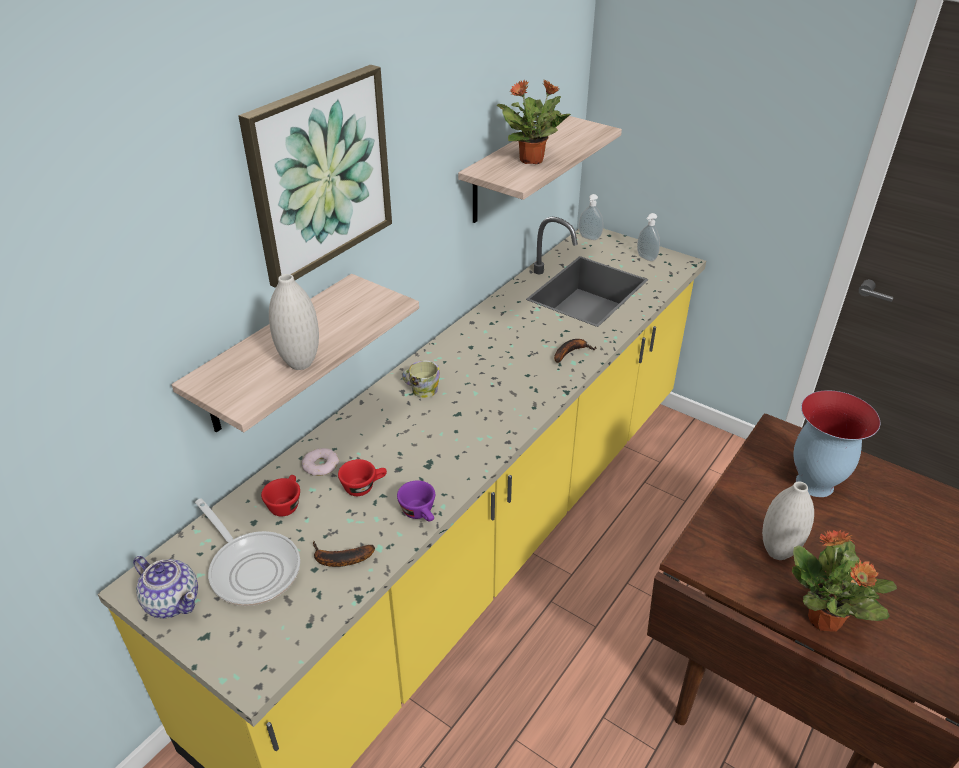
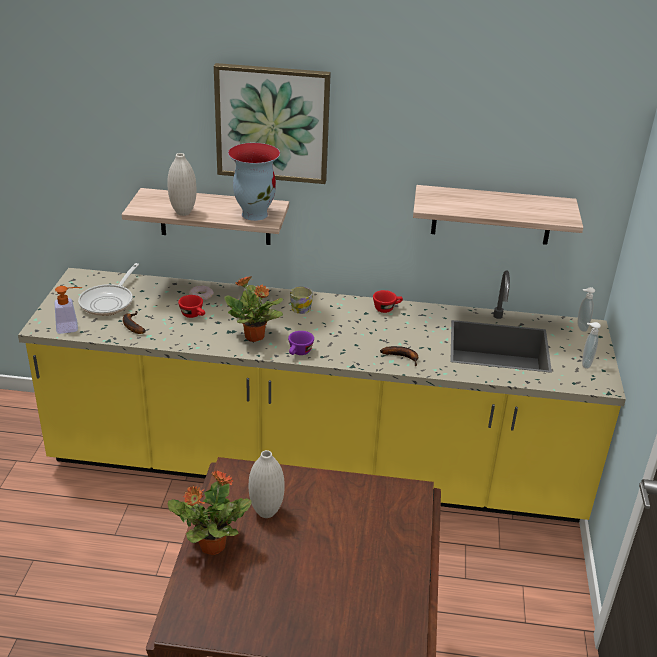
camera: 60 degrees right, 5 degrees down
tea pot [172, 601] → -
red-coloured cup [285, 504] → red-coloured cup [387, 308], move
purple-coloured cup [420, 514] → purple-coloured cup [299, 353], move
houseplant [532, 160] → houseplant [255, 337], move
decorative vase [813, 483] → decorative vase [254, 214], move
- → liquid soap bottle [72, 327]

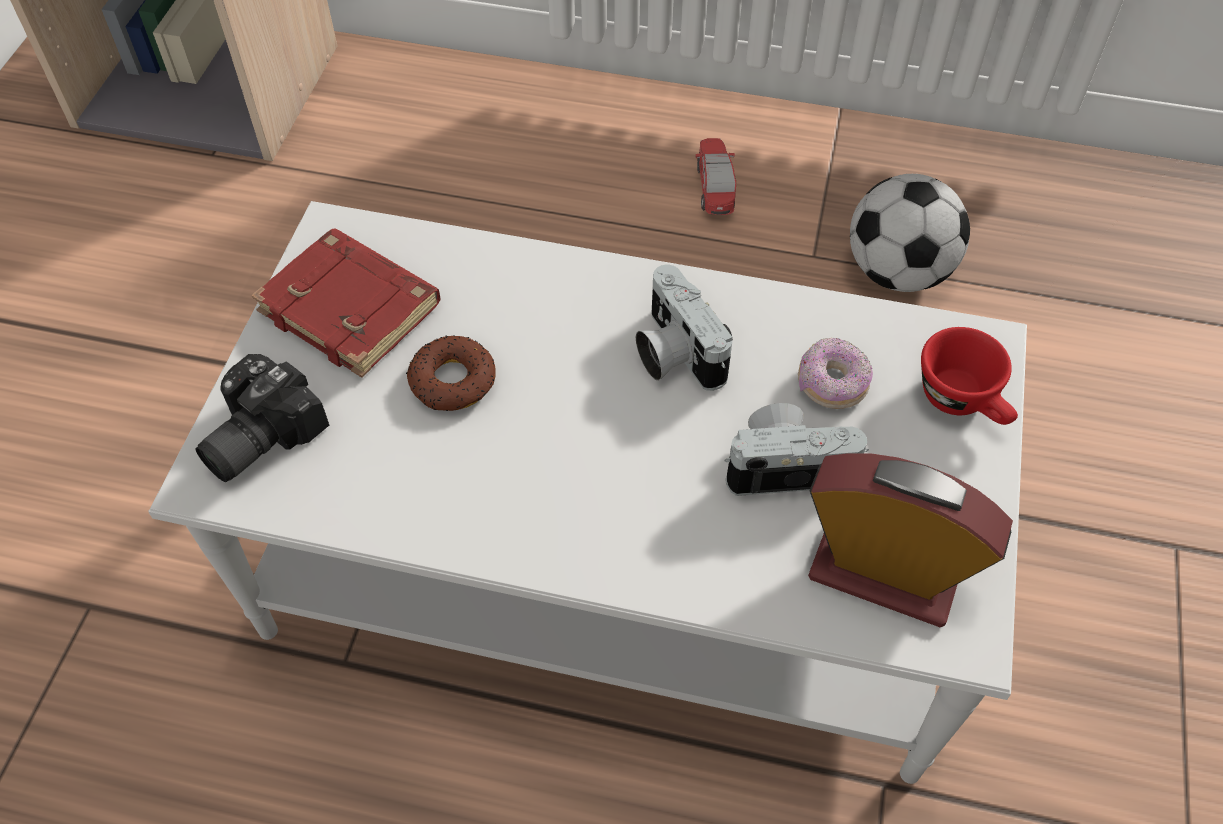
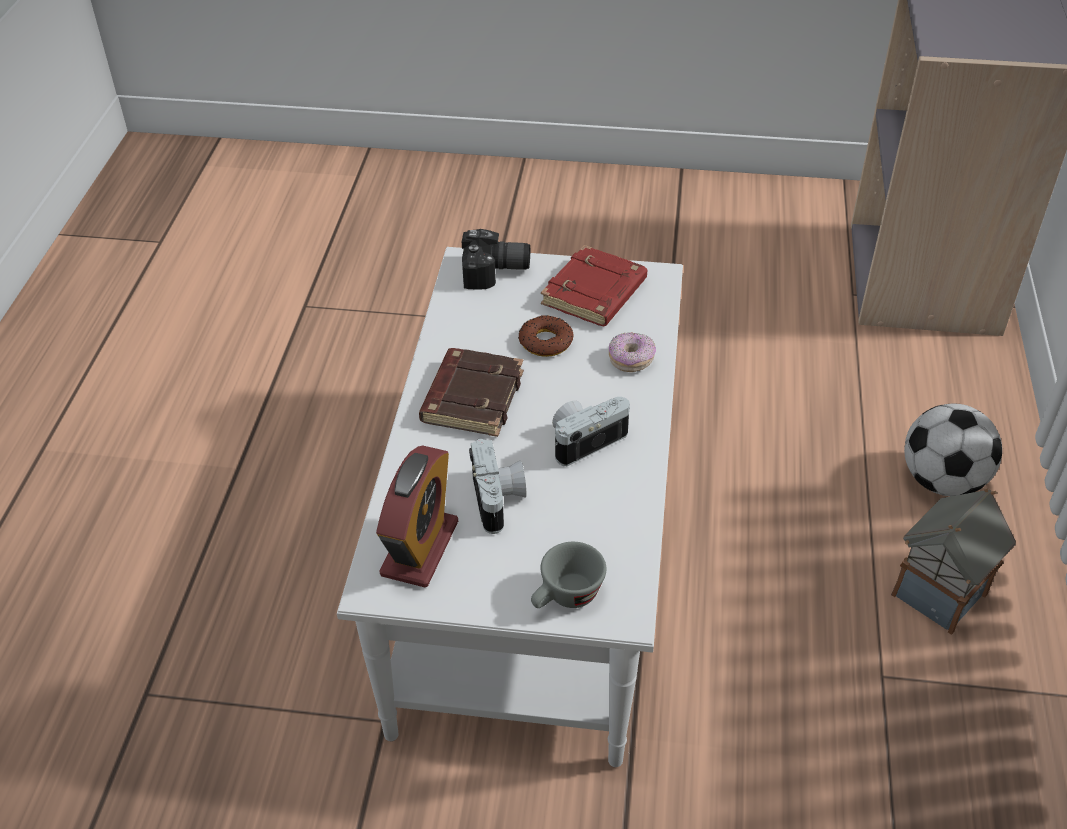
camera: 85 degrees right, 10 degrees down
photo camera [256, 436] → photo camera [496, 273], 150 degrees clockwise
model car [714, 189] → miniature house [938, 597]
doughnut [831, 384] → doughnut [631, 360], move
ball for football [897, 272] → ball for football [942, 481], move
red-coloured cup [964, 402] → grey cup [566, 598]
- → brown-coloured book [471, 397]

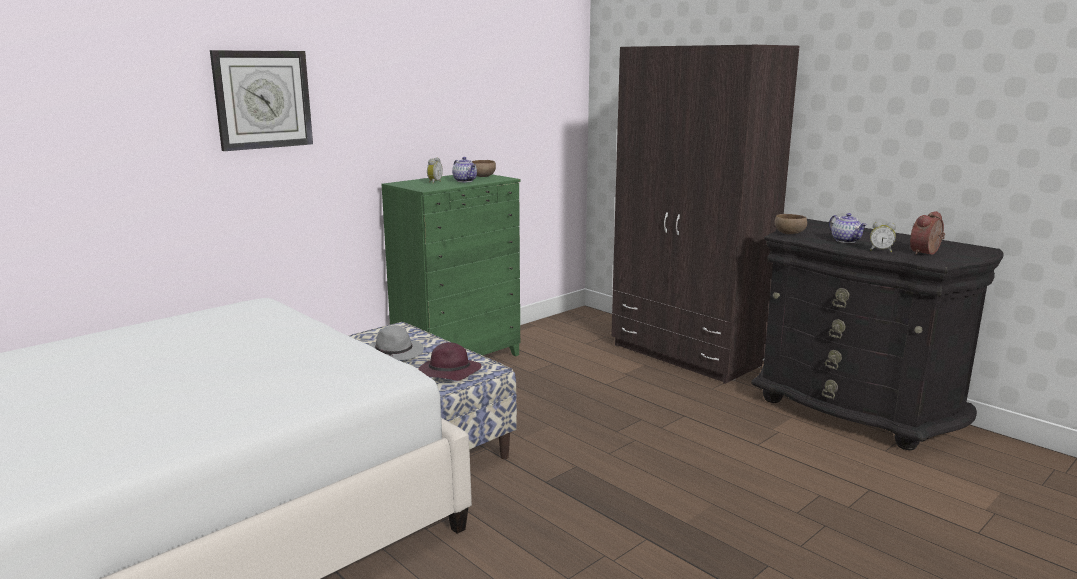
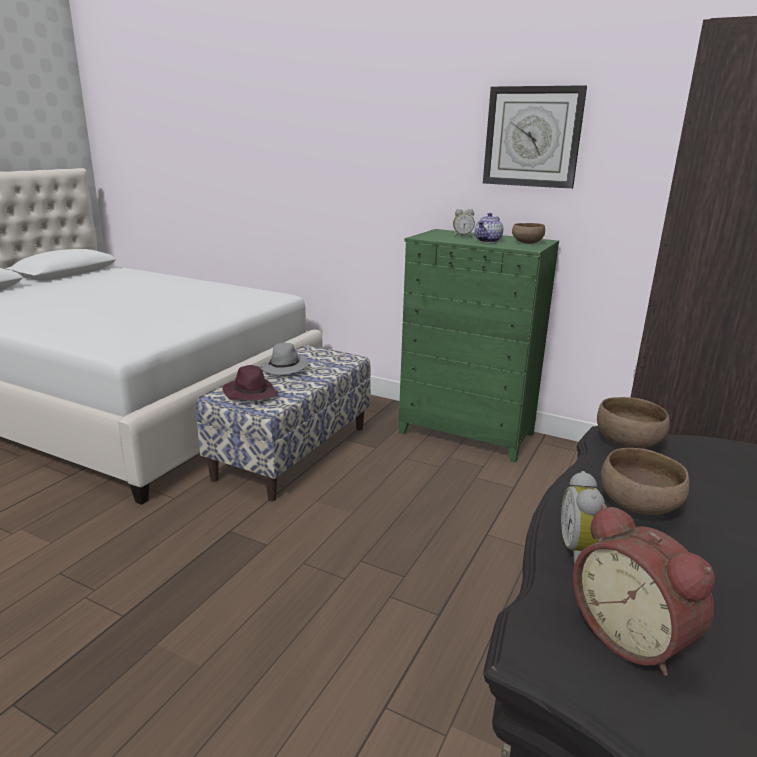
camera: 70 degrees right, 5 degrees up
wall clock [263, 99] → wall clock [532, 137], move
tea pot [846, 241] → brown-coloured deep dish [640, 506]
bedside clock [926, 253] → bedside clock [633, 636], 150 degrees counterclockwise

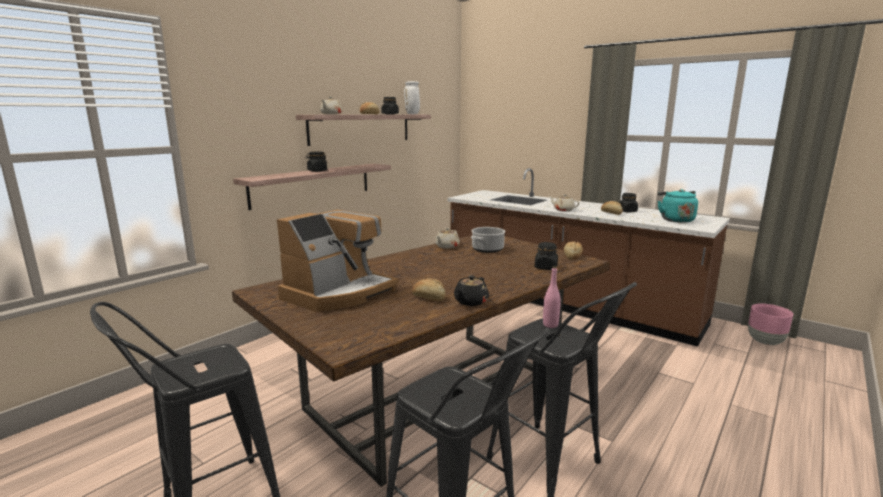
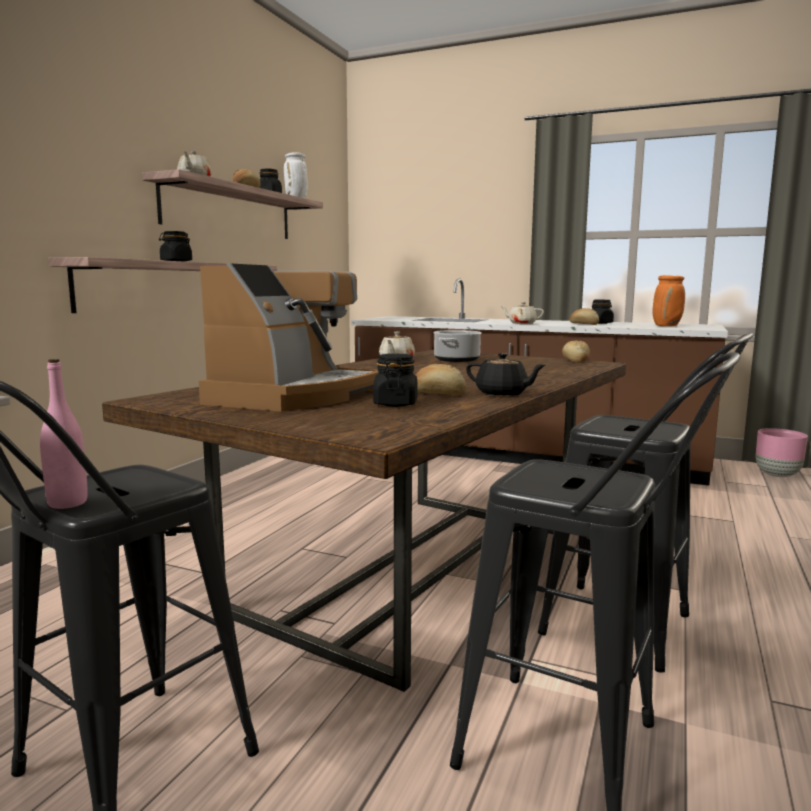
camera: 15 degrees left, 5 degrees down
black-coloured tea pot [470, 302] → black-coloured tea pot [502, 394], 75 degrees counterclockwise
black-coloured storage jar [545, 267] → black-coloured storage jar [395, 404], move
pink drink bottle [550, 325] → pink drink bottle [67, 503], move
turquoise tea kettle [675, 220] → orange decorative vase [666, 326]

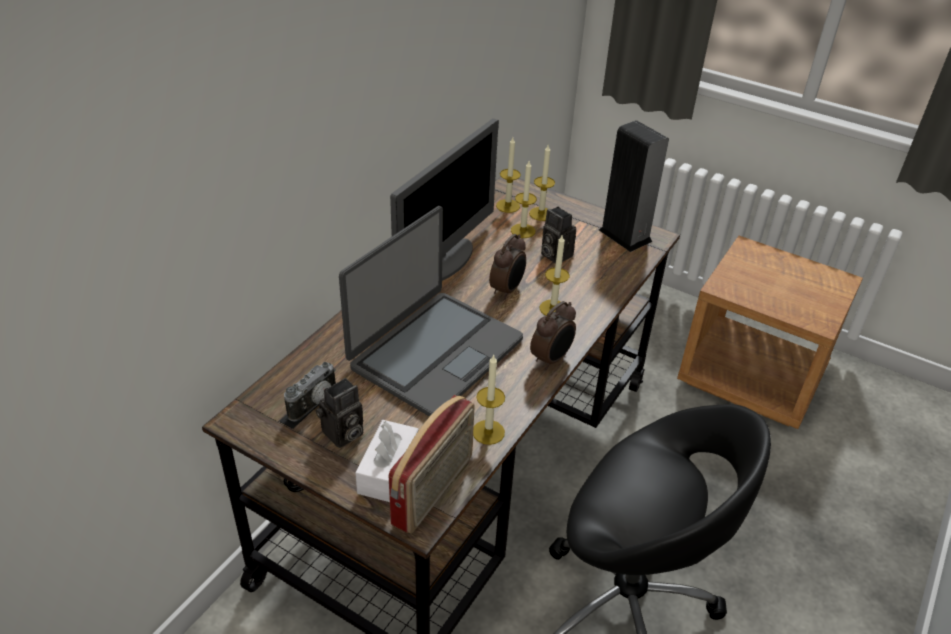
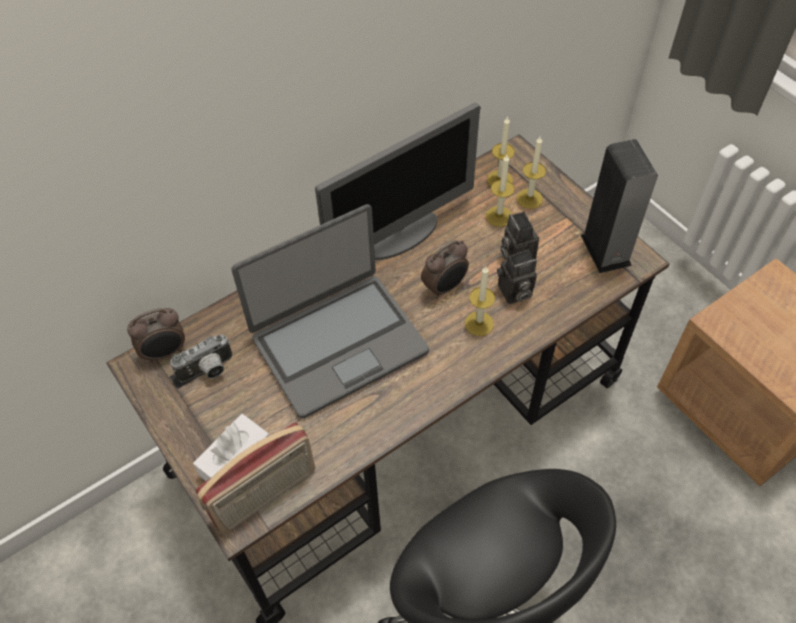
camera: 25 degrees right, 15 degrees up
photo camera [342, 435] → photo camera [514, 293], move
wax light [488, 432] → -
bedside clock [552, 359] → bedside clock [165, 352], move

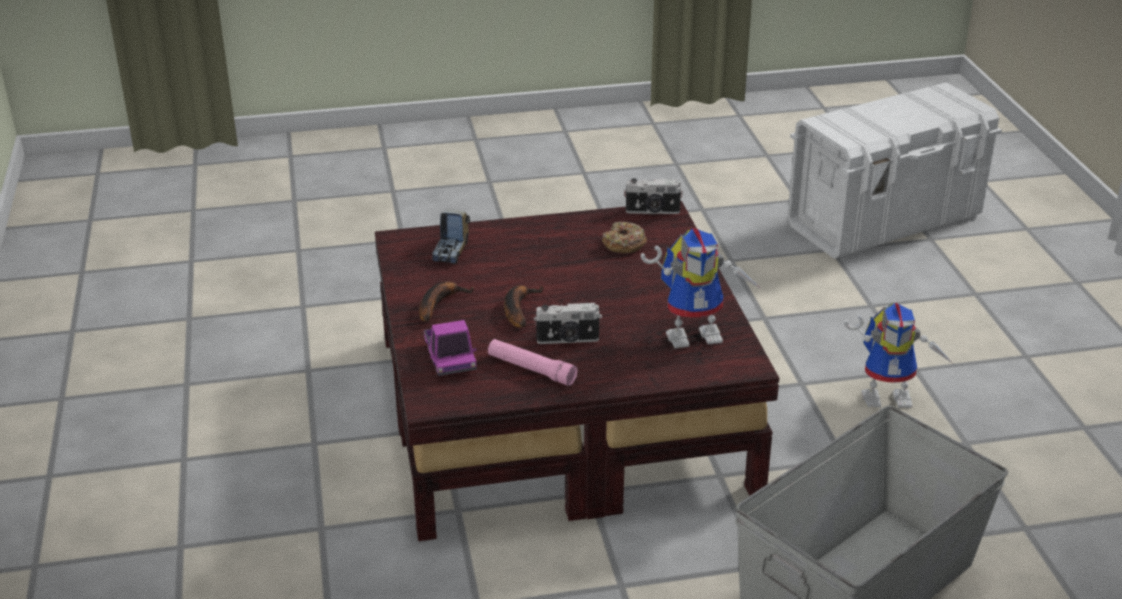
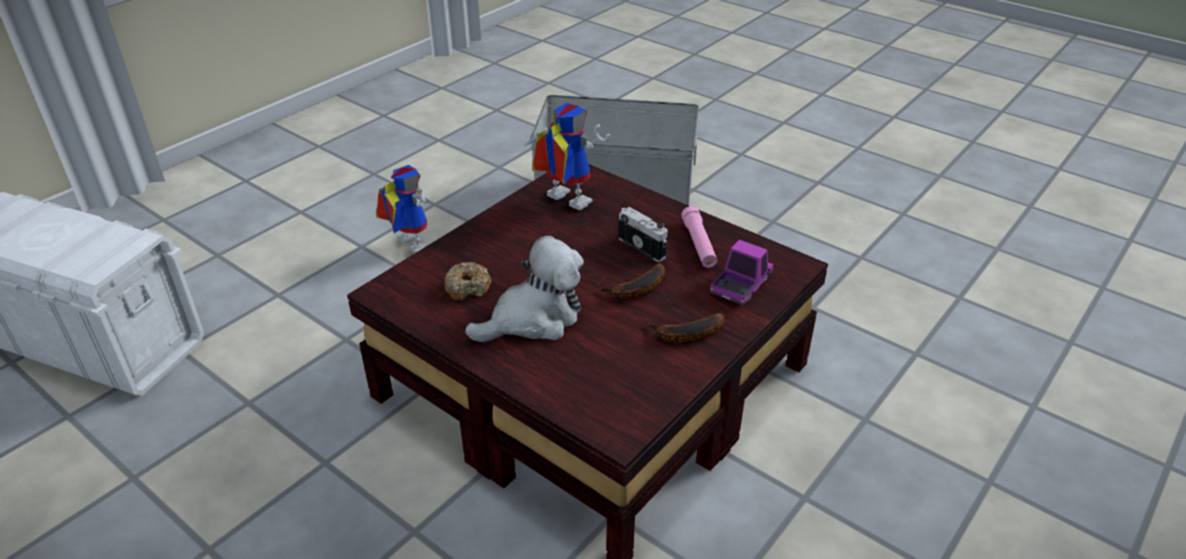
camera: 130 degrees left, 5 degrees up
toy truck [451, 250] → -
photo camera [652, 211] → -
- → soft toy [534, 319]

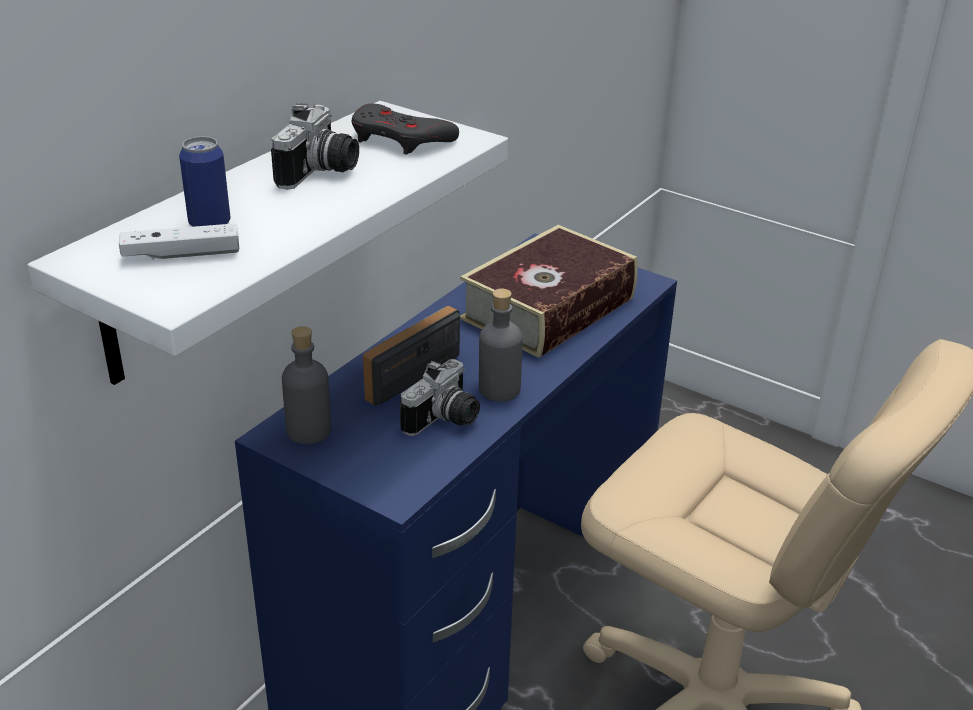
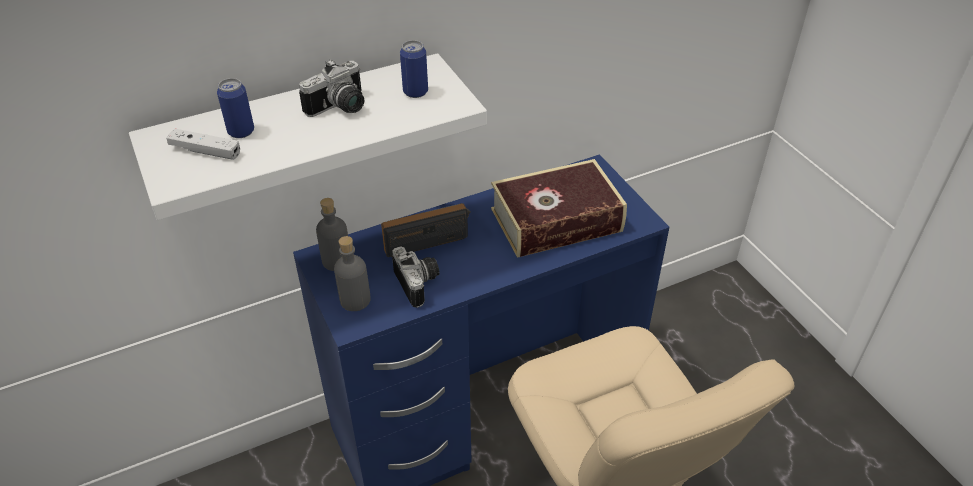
camera: 30 degrees right, 10 degrees up
grey joypad [400, 138] → can [415, 92]
photo camera [445, 421] → photo camera [420, 283], 90 degrees counterclockwise
grey drink bottle [499, 389] → grey drink bottle [355, 300], move

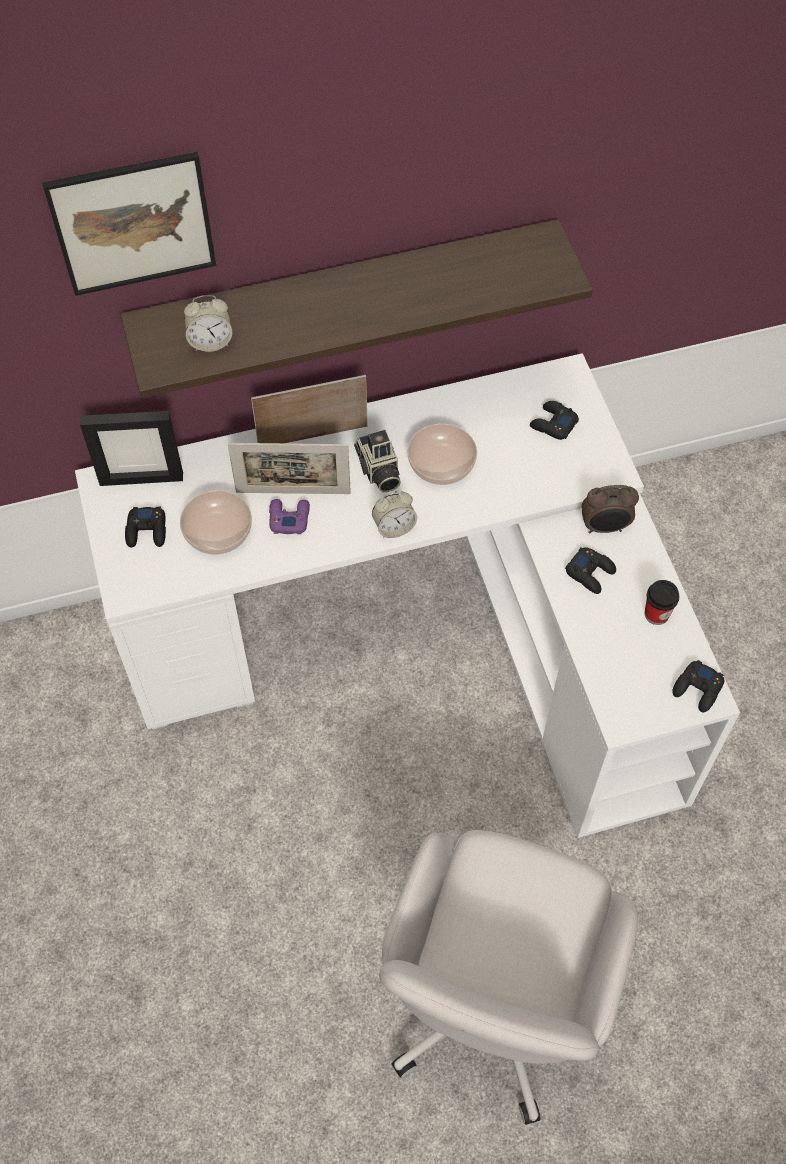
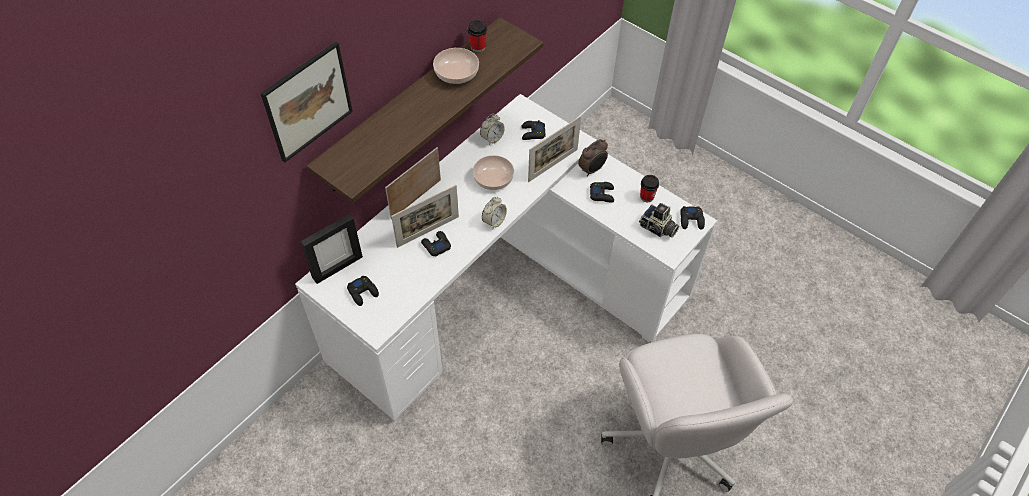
camera: 35 degrees left, 5 degrees down
deep dish [217, 532] → deep dish [456, 74], move
bedside clock [210, 342] → bedside clock [492, 138], move
purple-coloured joypad [289, 518] → black-coloured joypad [436, 245]
photo camera [378, 471] → photo camera [657, 229], move
- → cup [478, 47]
- → picture frame [553, 165]

